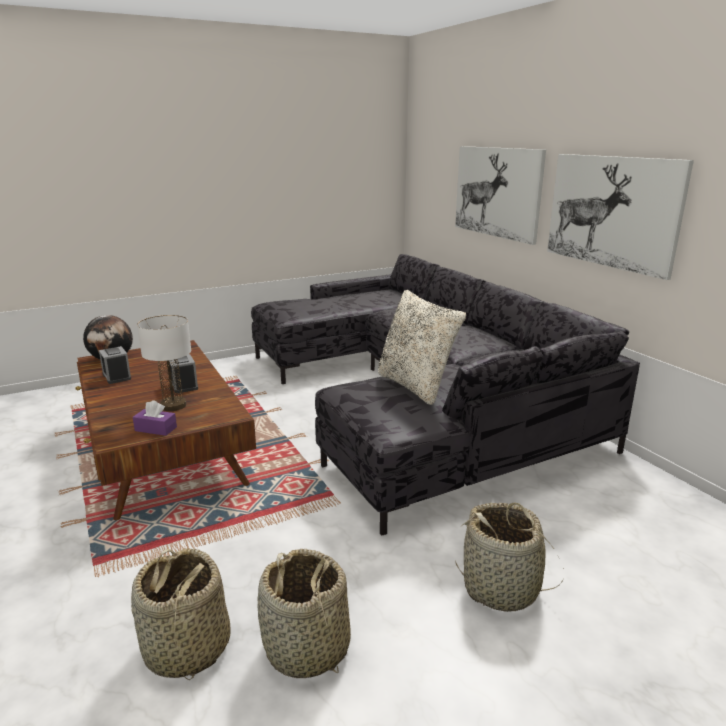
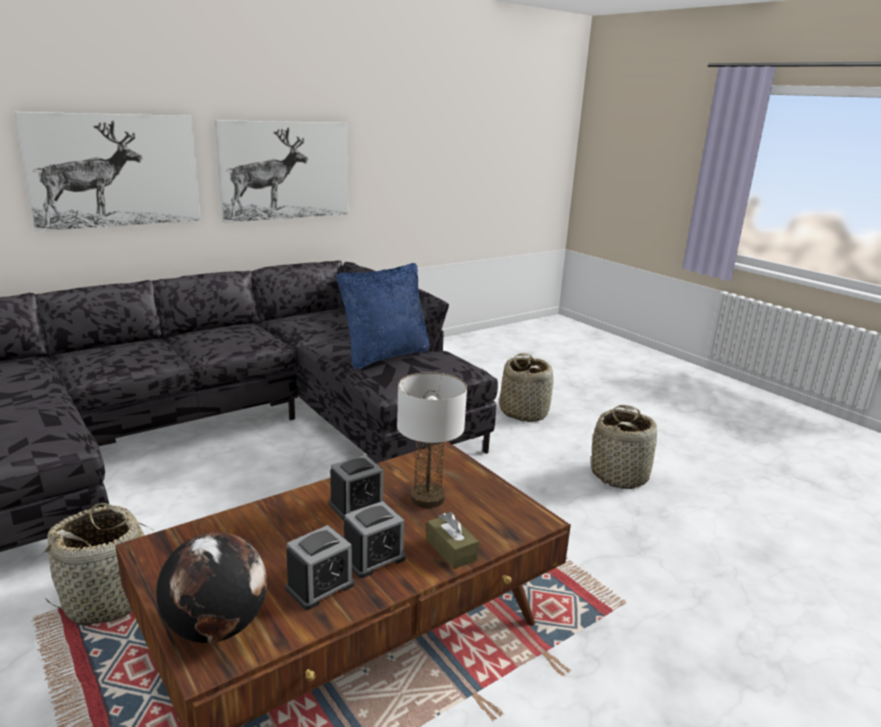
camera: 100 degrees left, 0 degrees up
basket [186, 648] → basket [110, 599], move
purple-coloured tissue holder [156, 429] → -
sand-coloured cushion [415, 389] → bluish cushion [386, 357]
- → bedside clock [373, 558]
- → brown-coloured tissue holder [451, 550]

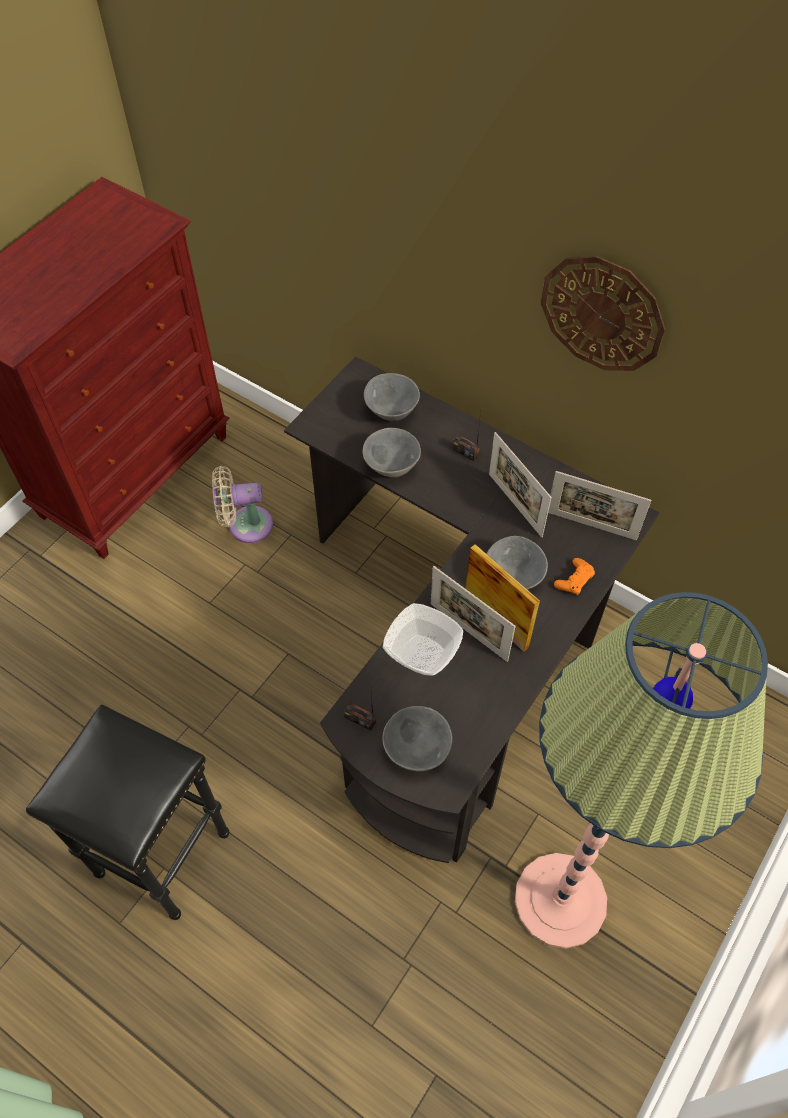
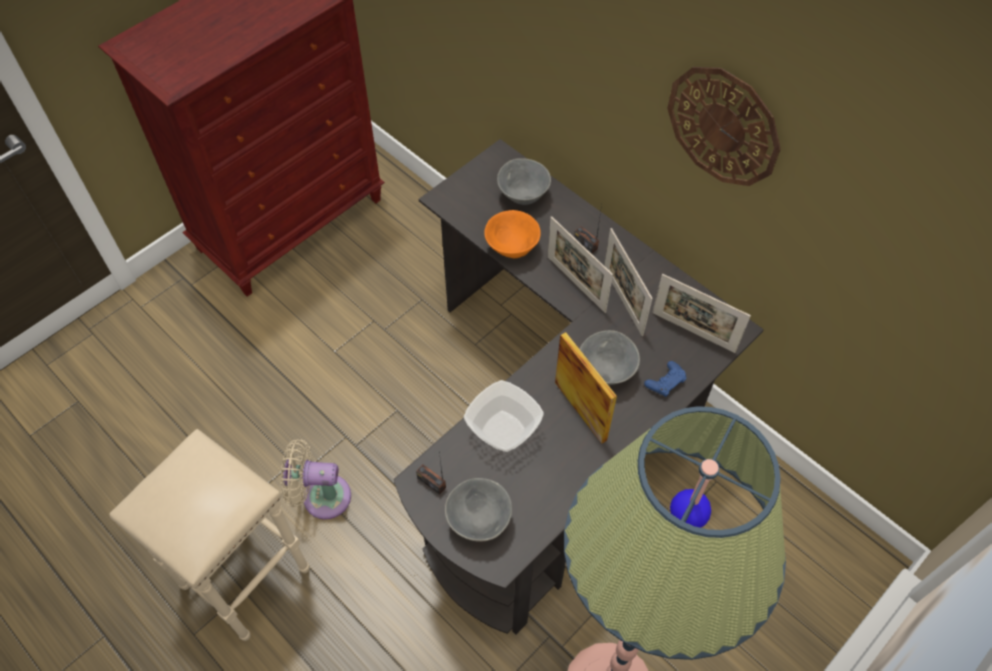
camera: 10 degrees right, 0 degrees up
black-coloured stool seat [159, 854] → sand-coloured stool seat [242, 577]
sand-coloured electric fan [245, 525] → sand-coloured electric fan [321, 496], move
grey deep dish [392, 465] → orange deep dish [512, 246]
picture frame [468, 632] → picture frame [576, 284], move
orange joypad [574, 580] → bluish joypad [665, 382]

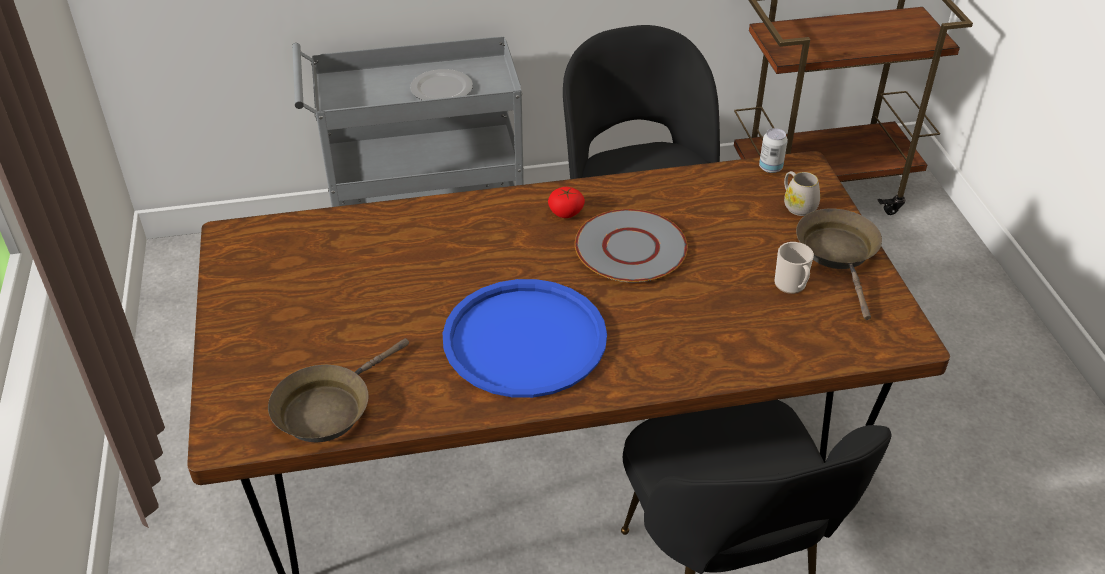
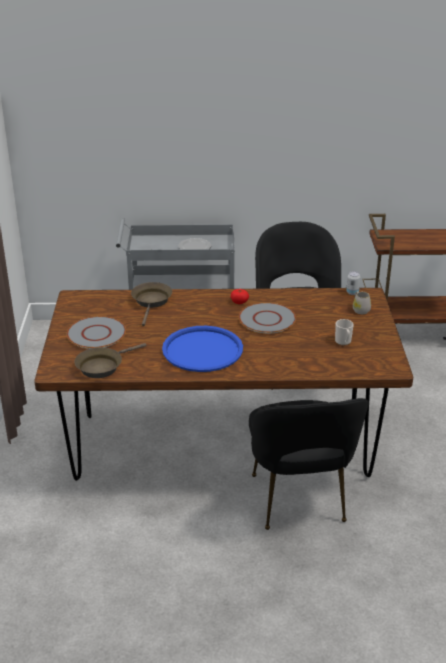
camera: 10 degrees right, 10 degrees down
brown-coloured pan [839, 254] → brown-coloured pan [151, 302], move
- → grey flat dish [96, 334]

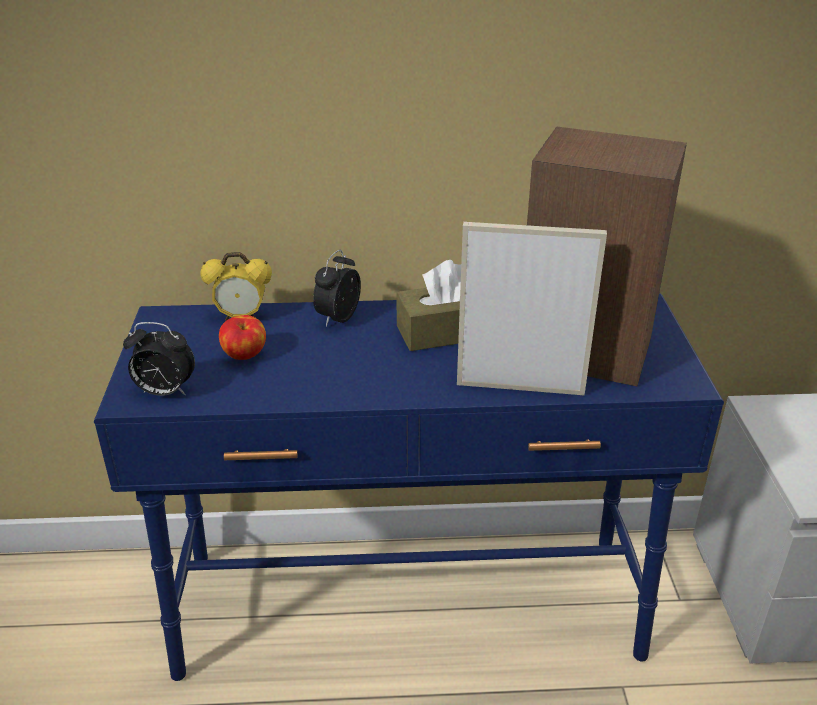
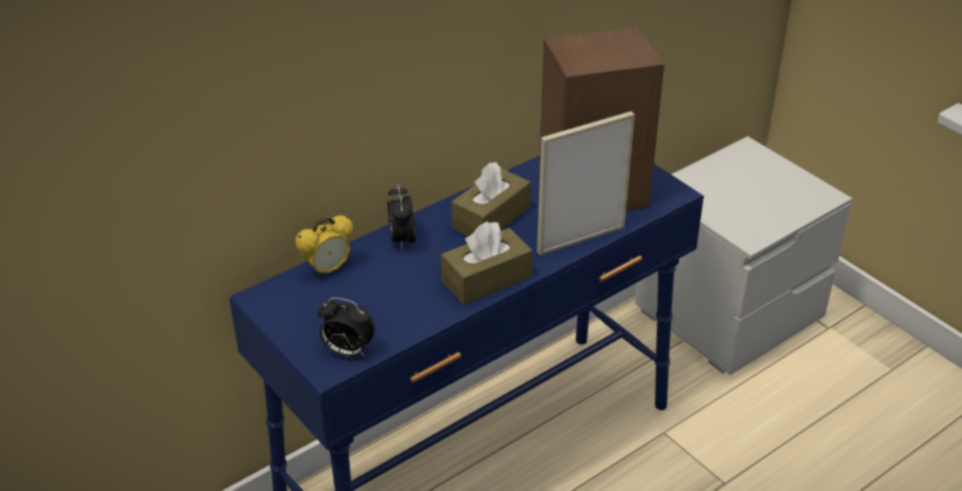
camera: 35 degrees left, 5 degrees up
bedside clock [164, 392] → bedside clock [347, 351], 45 degrees clockwise
apple [245, 356] → -
- → brown-coloured tissue holder [486, 279]

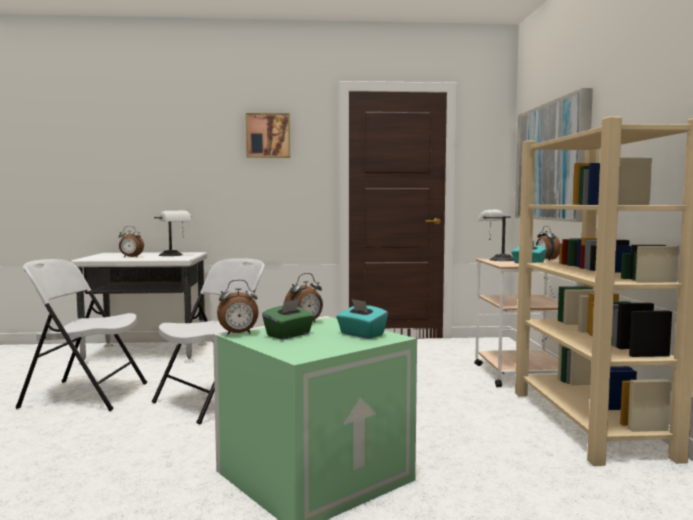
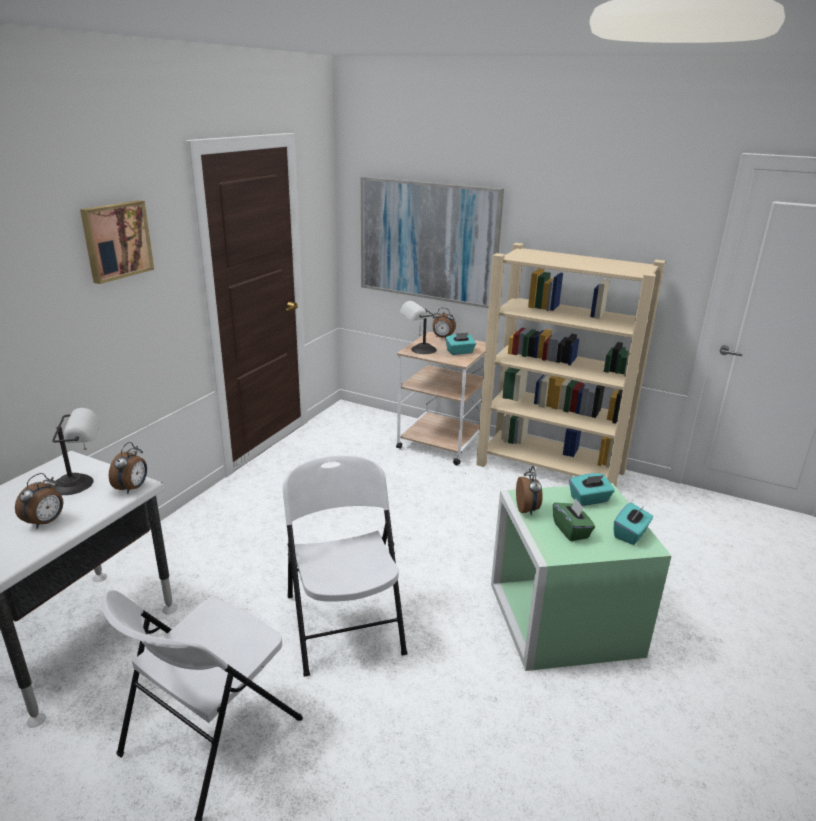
camera: 60 degrees left, 20 degrees up
bedside clock [238, 334] → bedside clock [133, 488], move
- → turquoise tissue holder [631, 534]

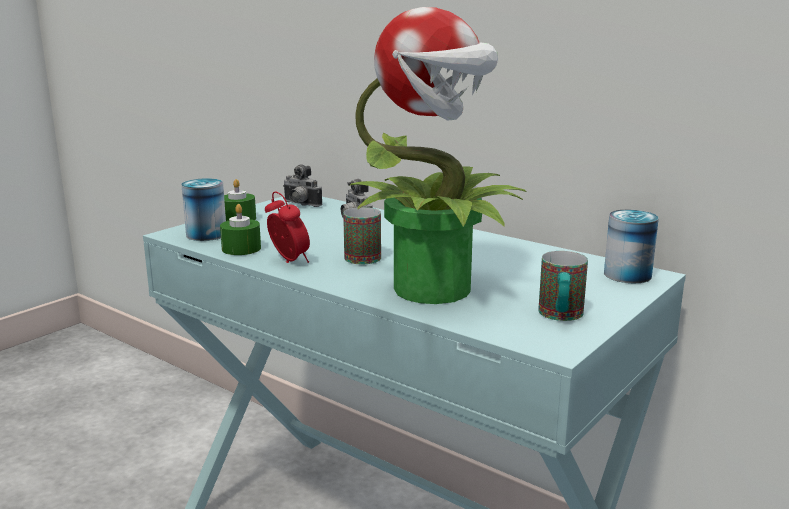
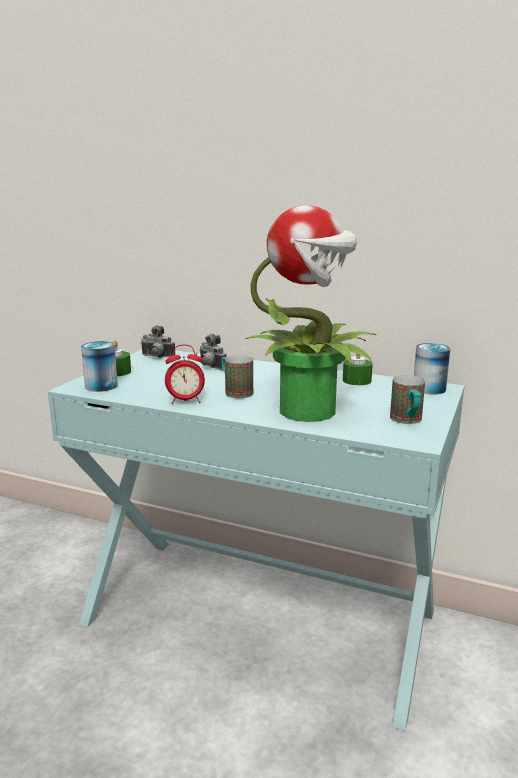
camera: 15 degrees left, 0 degrees up
greenish wax light [241, 248] → greenish wax light [356, 380], move
bedside clock [289, 261] → bedside clock [185, 401], 135 degrees clockwise

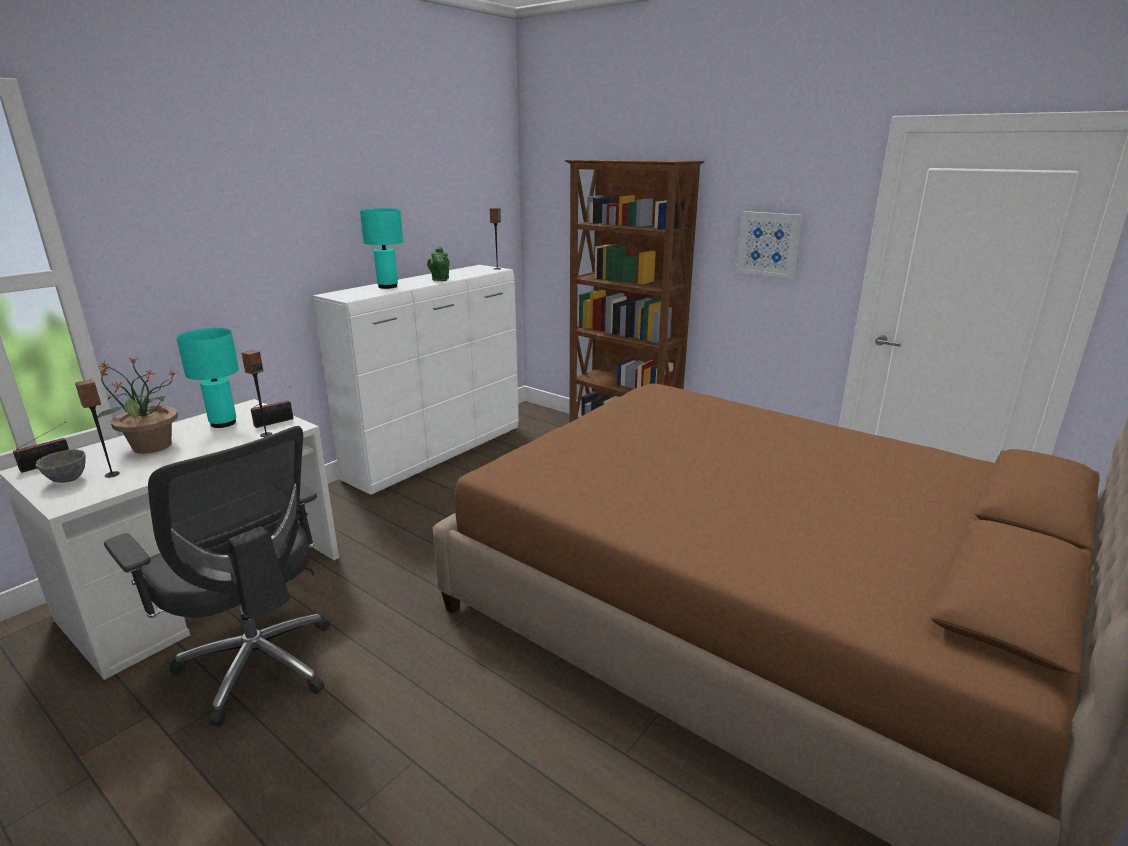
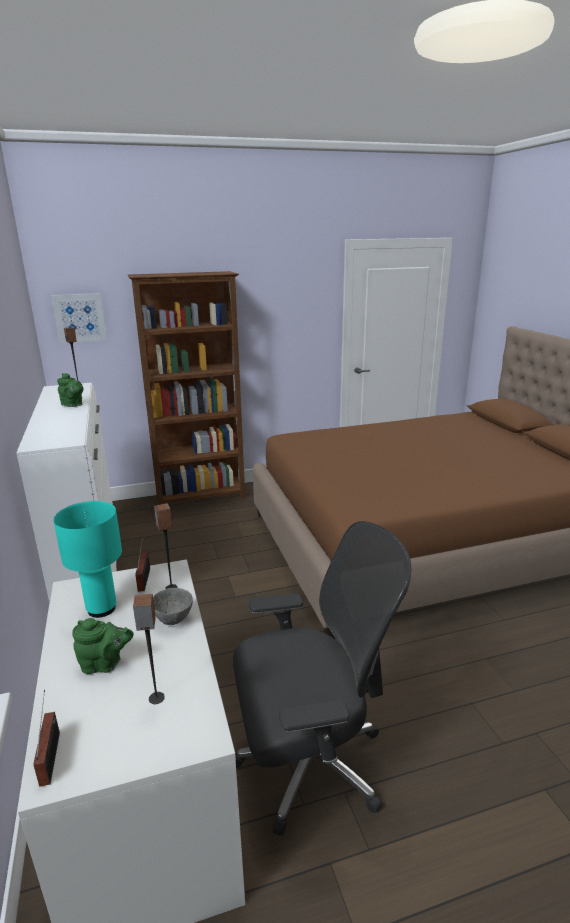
camera: 55 degrees left, 0 degrees up
grey deep dish [68, 480] → grey deep dish [174, 619], move
houseplant [151, 446] → greenish tea pot [104, 664]
turquoise lamp for a table [387, 286] → -
wall art [768, 244] → wall art [80, 317], move

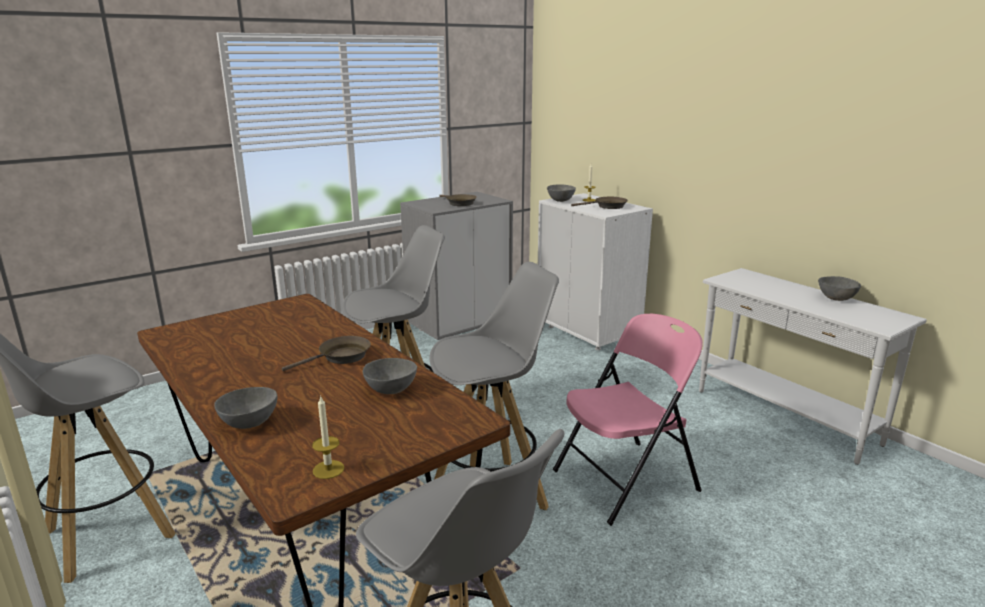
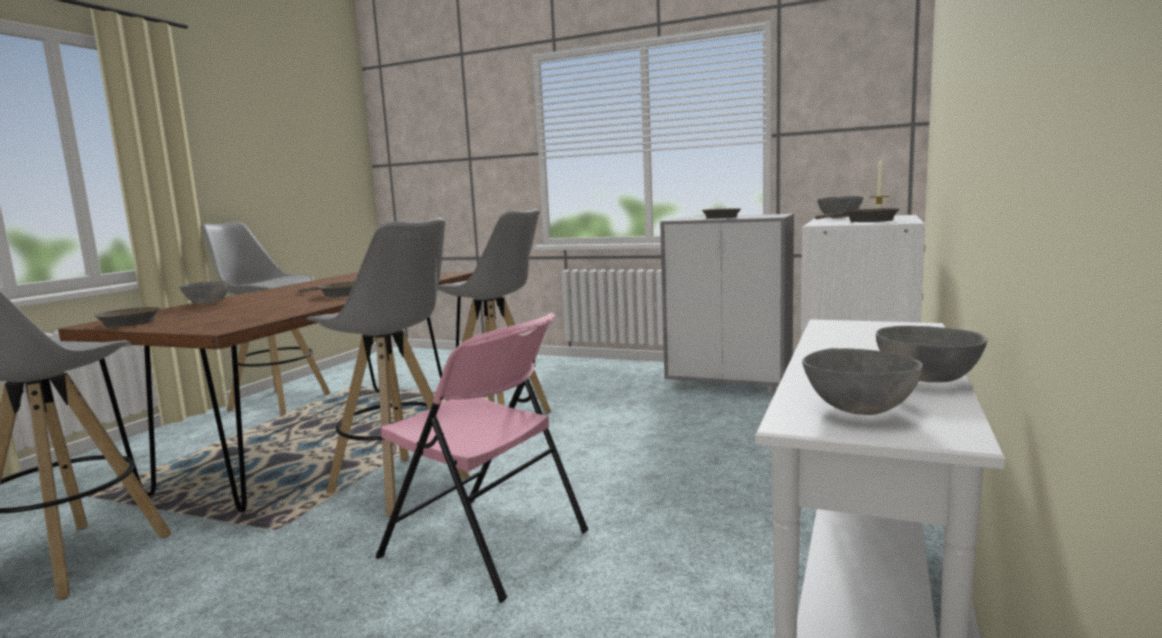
camera: 60 degrees right, 10 degrees down
wax light [328, 469] → brown-coloured pan [131, 322]
grey deep dish [391, 390] → grey deep dish [859, 410], move

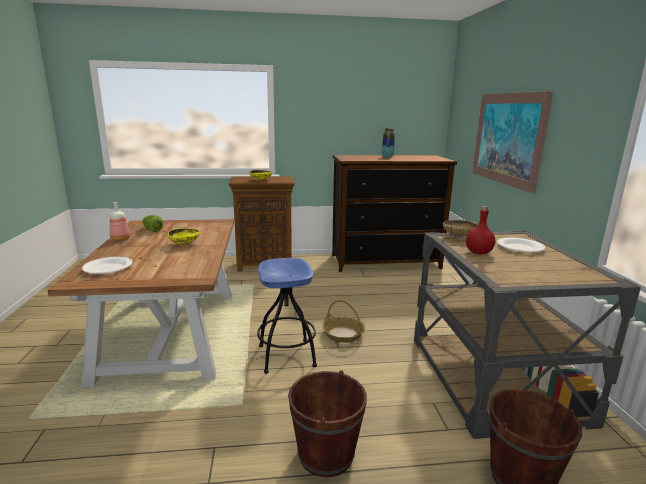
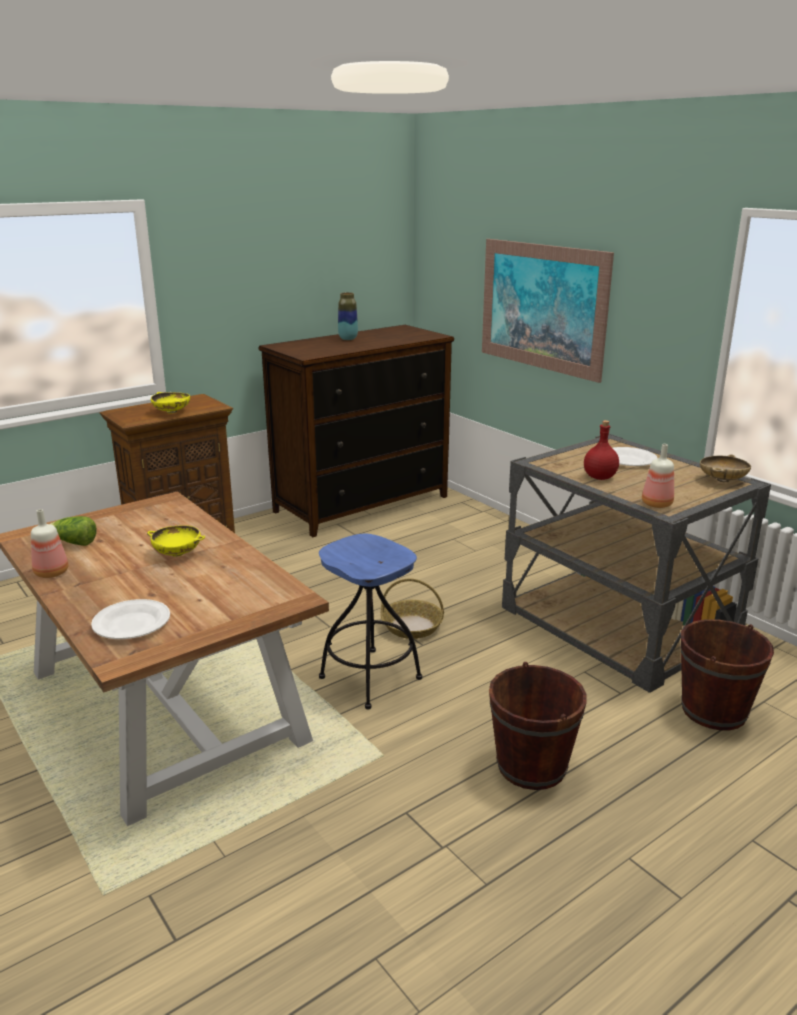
camera: 30 degrees left, 5 degrees up
sand-coloured deep dish [458, 236] → sand-coloured deep dish [722, 480], move
- → drink bottle [655, 504]

